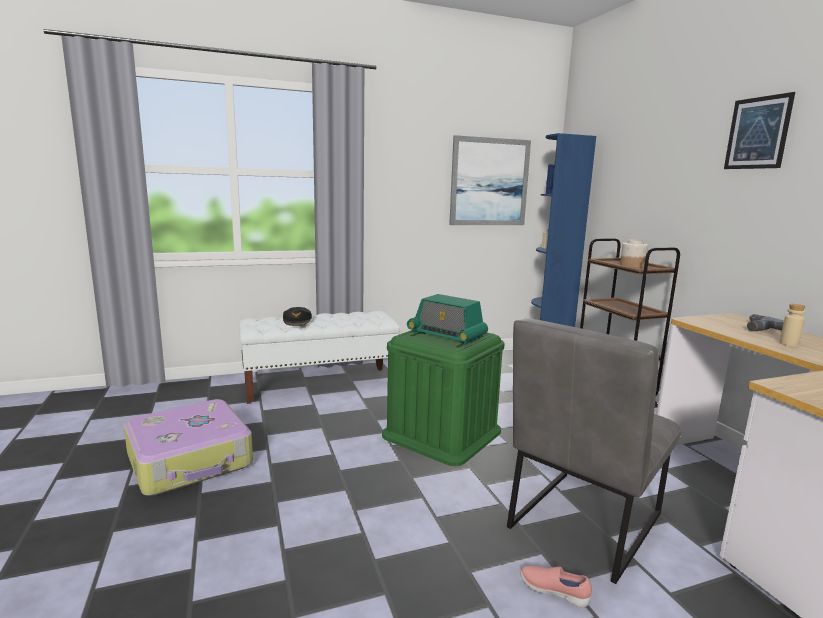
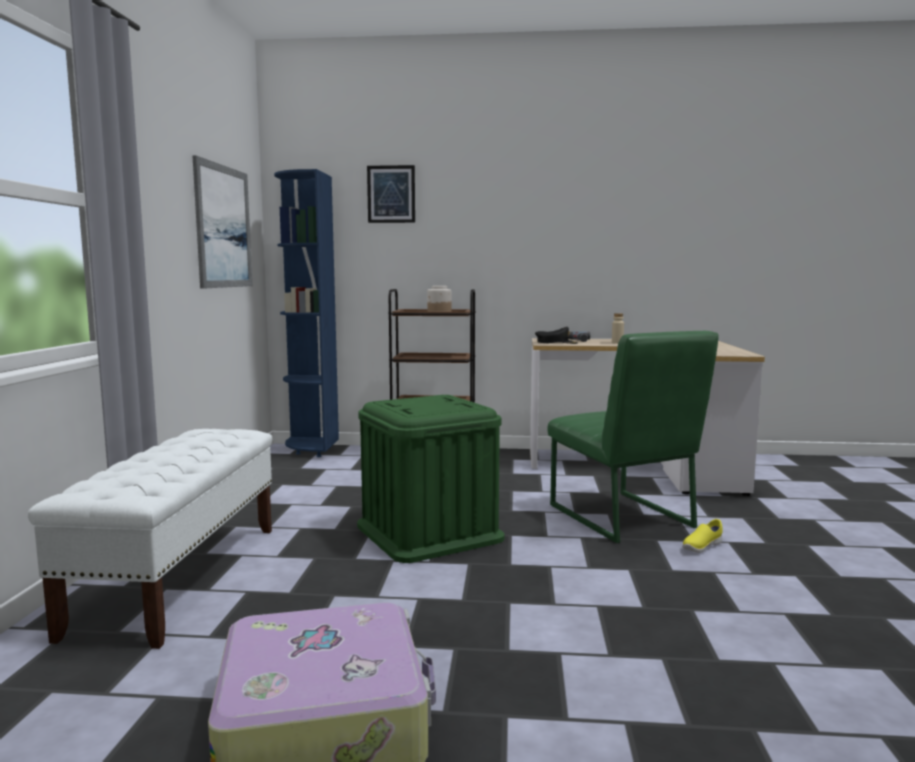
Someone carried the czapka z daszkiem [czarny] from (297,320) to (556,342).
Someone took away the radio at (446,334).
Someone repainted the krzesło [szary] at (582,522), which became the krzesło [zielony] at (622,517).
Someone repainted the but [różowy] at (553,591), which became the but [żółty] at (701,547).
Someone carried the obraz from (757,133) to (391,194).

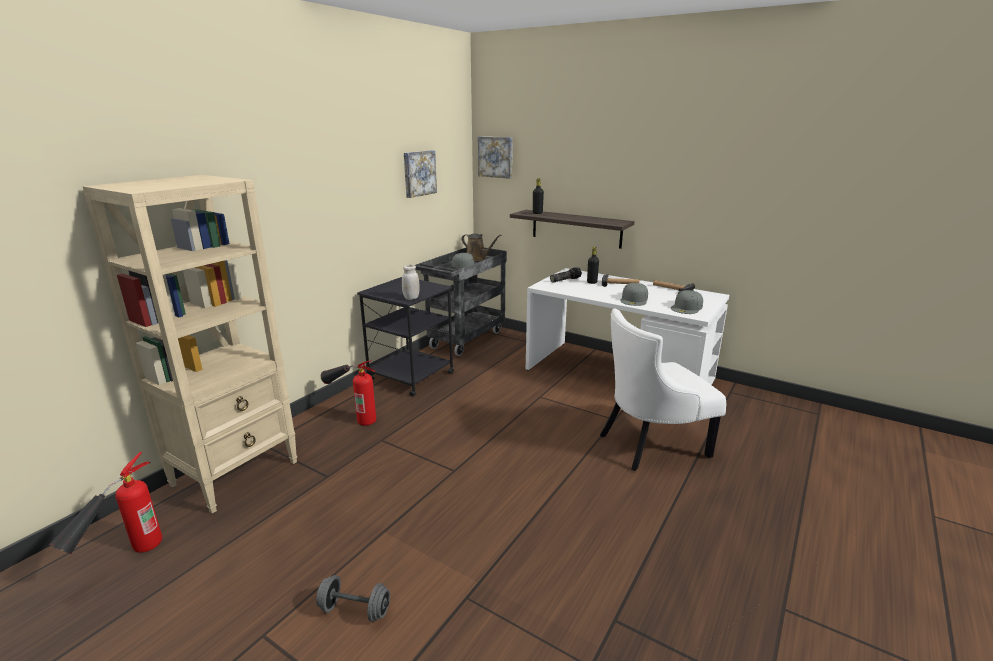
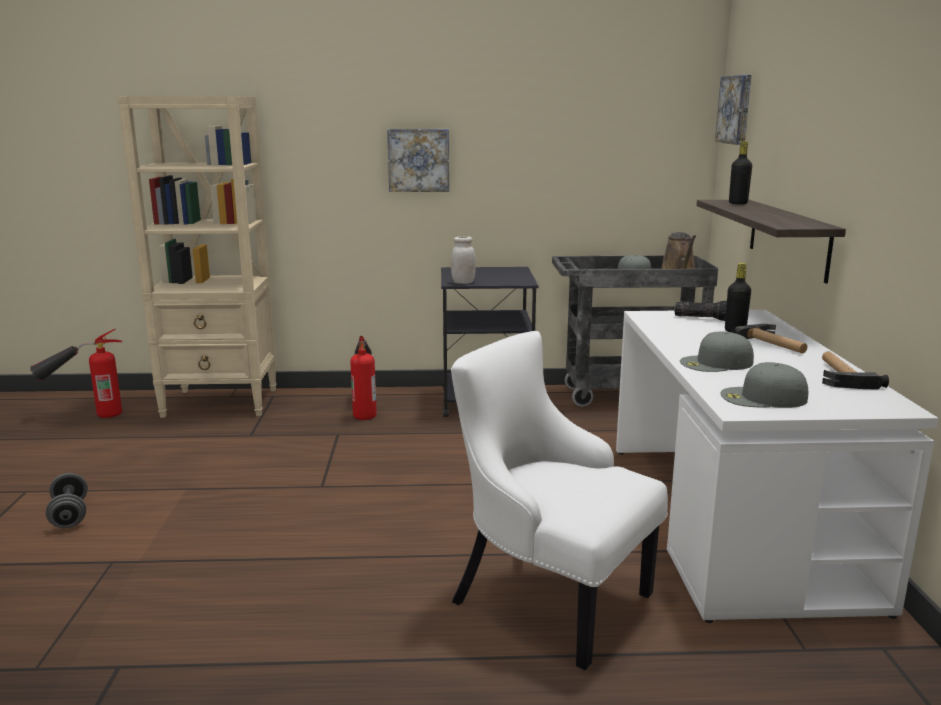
Someone carried the obraz from (418,173) to (418,160).

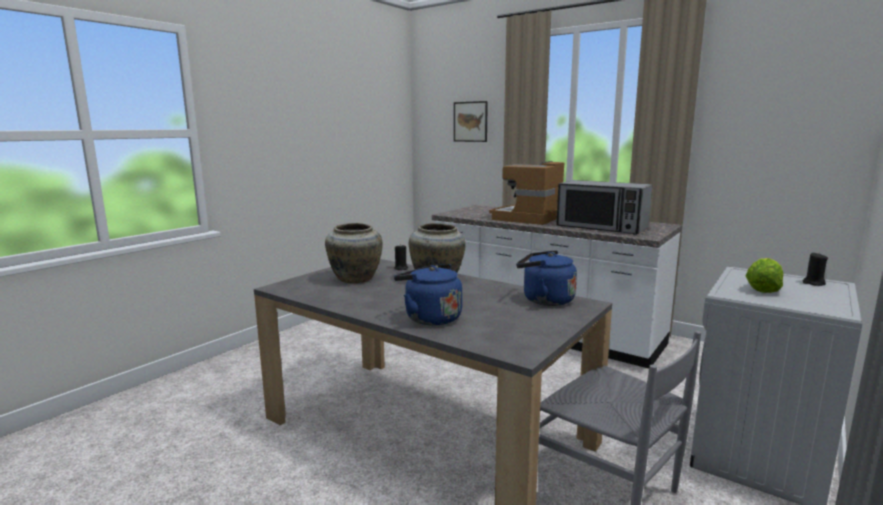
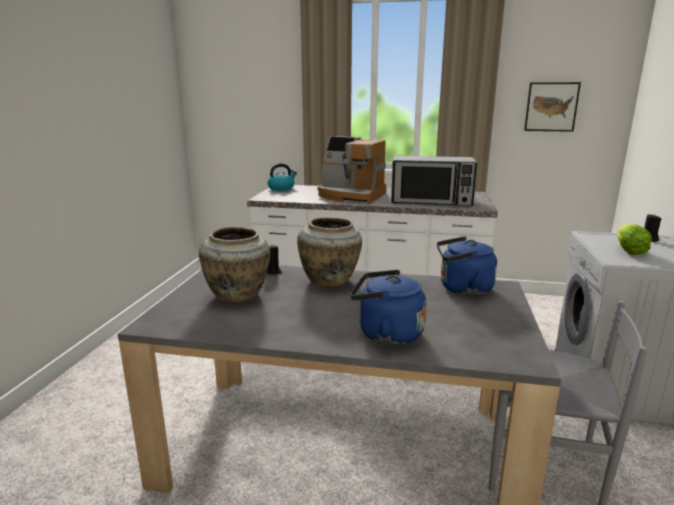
Someone carried the obraz from (470,121) to (551,107).
Someone rotated the ekspres do kawy at (528,218) by 75 degrees counterclockwise.
Someone put down the czajnik at (281,188).

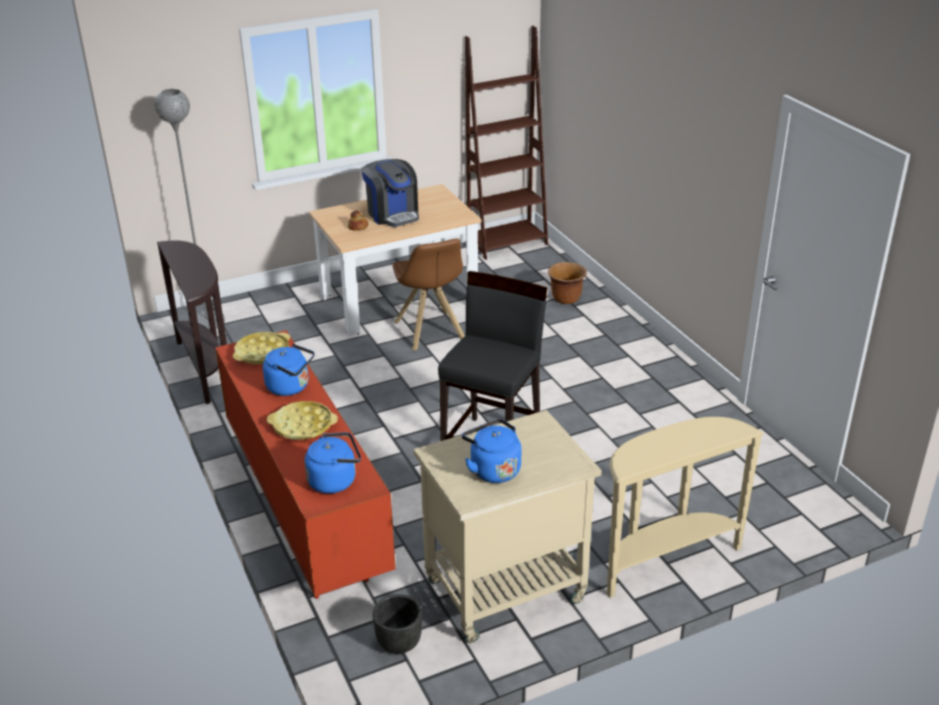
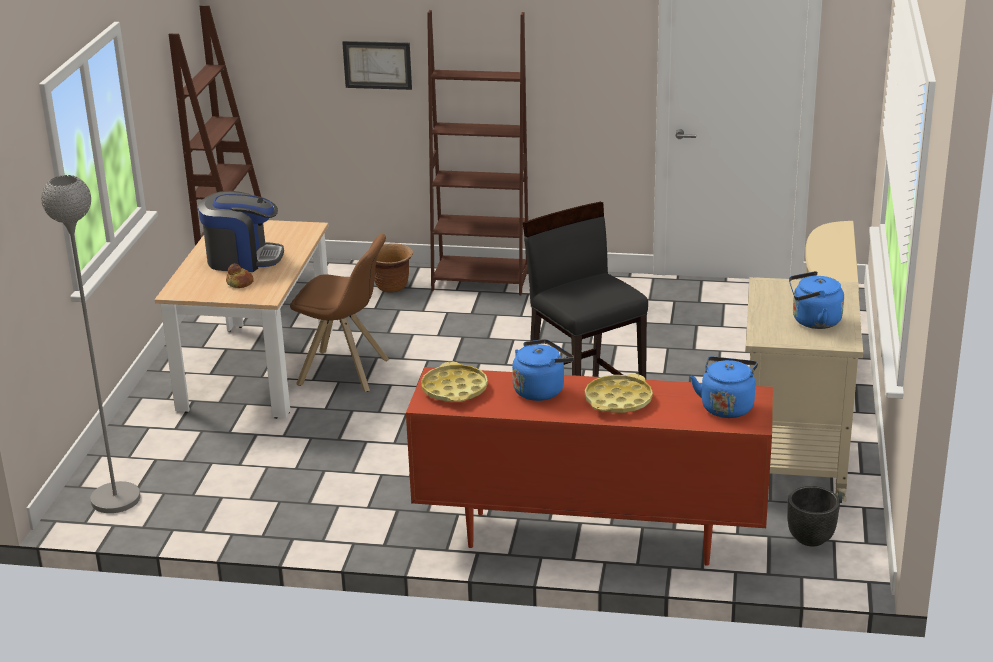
Someone took away the stolik konsolowy [brązowy] at (206,368).
Someone put up the obraz at (377,65).
Someone put down the regał [brązowy] at (480,280).

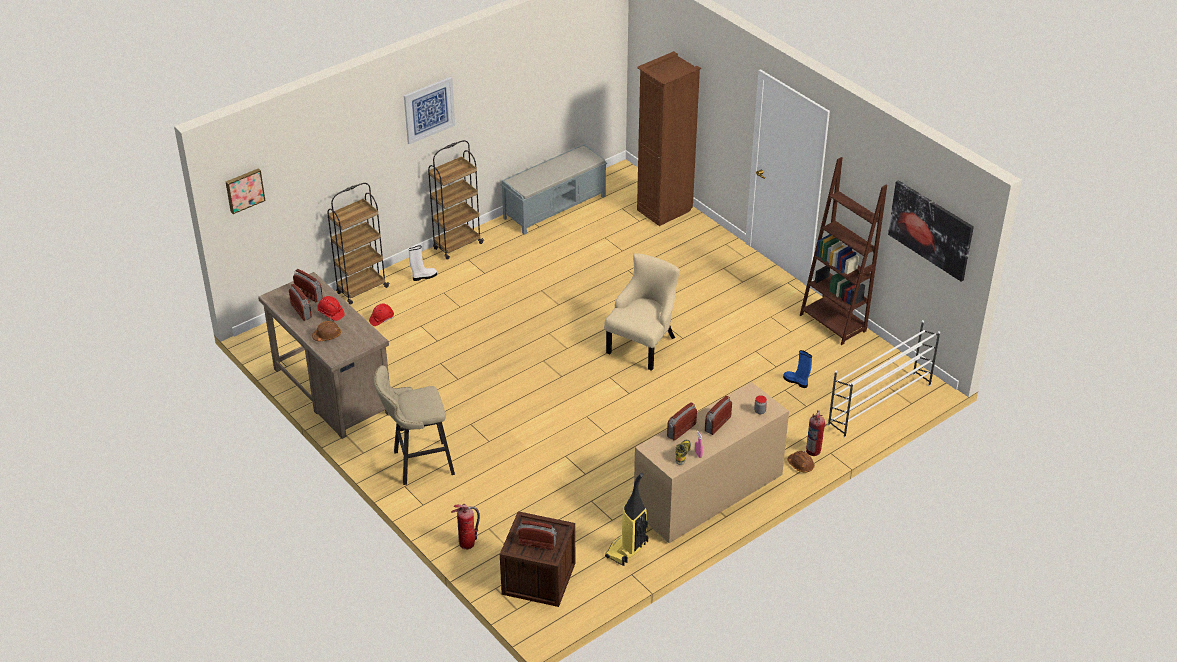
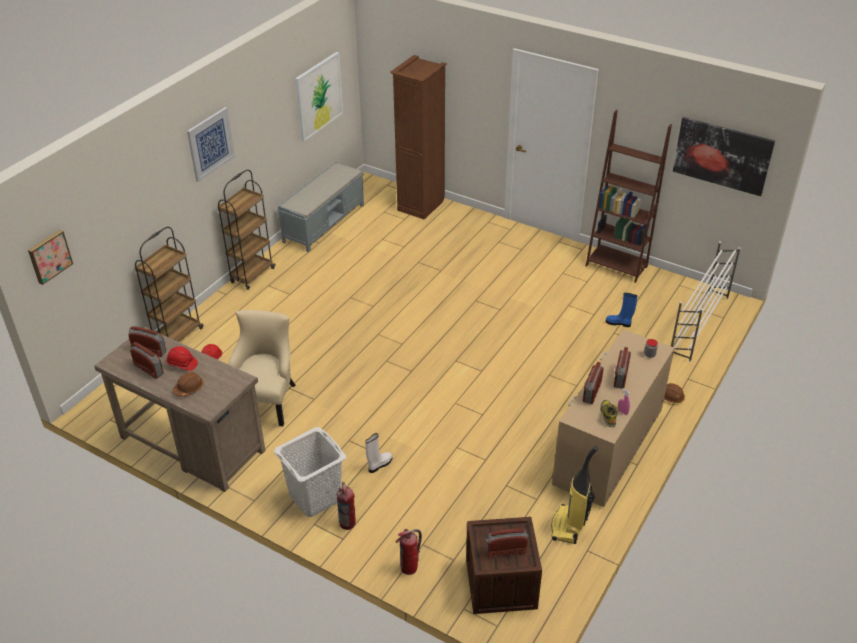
Someone swapped the stołek [beżowy] at (416,464) for the kosz na pranie [biały] at (314,497).
Someone carried the but z cholewką [biały] from (424,276) to (379,465).
Someone carried the krzesło [beżowy] from (642,347) to (265,403).
Someone carried the gaśnica from (813,450) to (347,523).
Someone put up the obraz at (318,96).

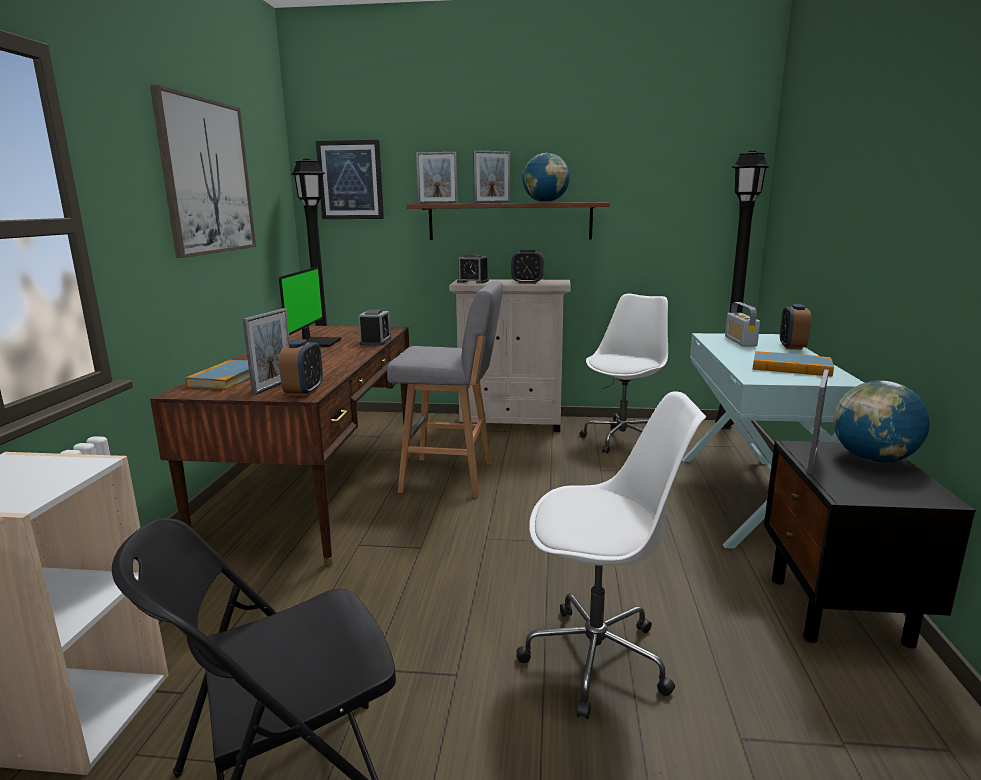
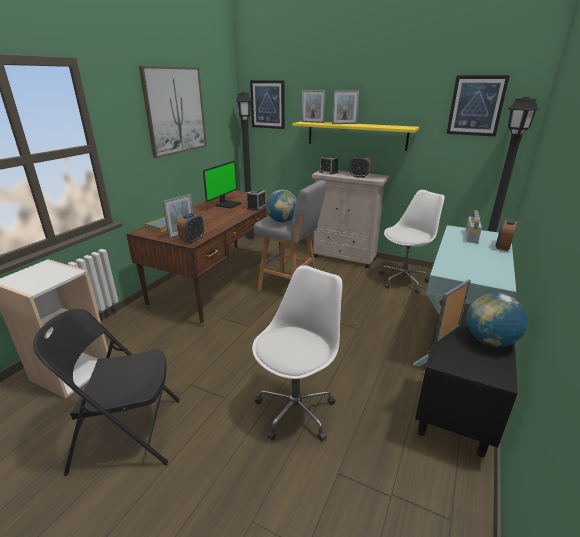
Someone repainted the półka [brązowy] at (509,221), which became the półka [żółty] at (356,135).
Someone rotated the krzesło biurowe [biały] at (600,659) by 75 degrees counterclockwise.
Someone carried the globus from (545,202) to (282,221).
Someone took away the książka at (791,367).
Someone put up the obraz at (476,106).

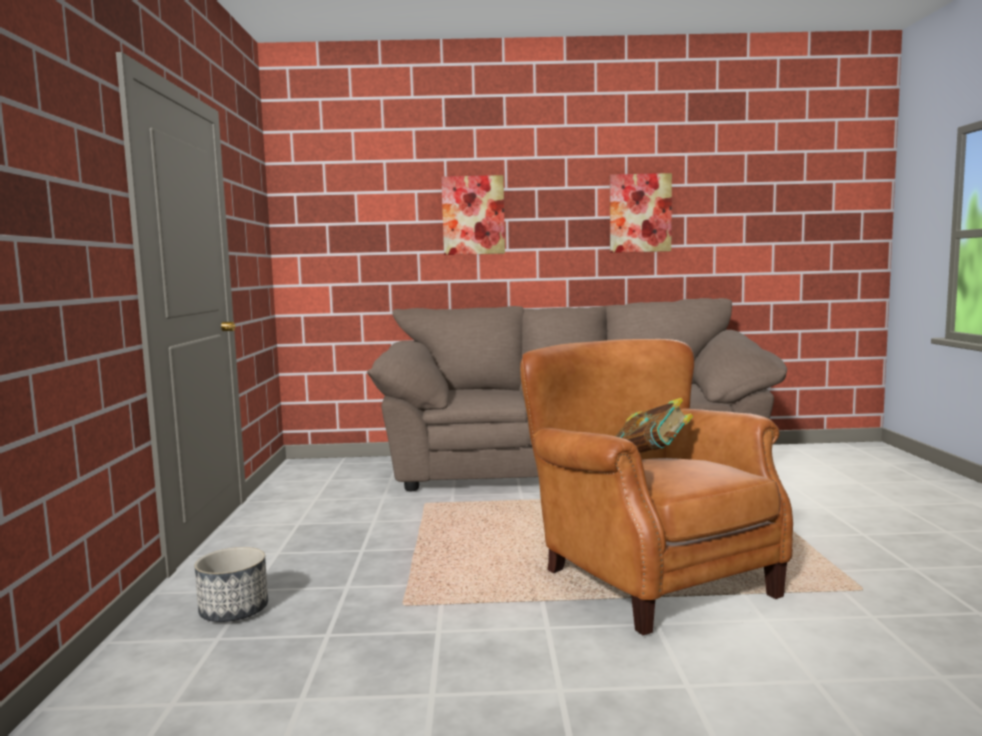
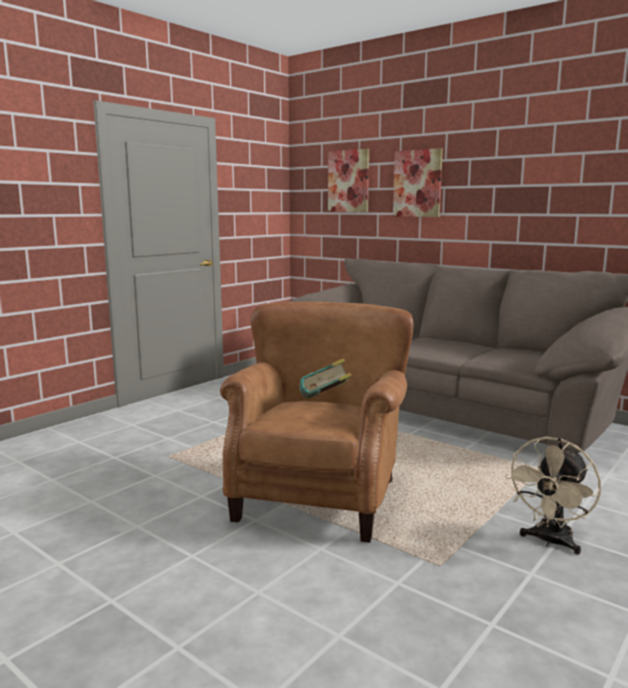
Someone took away the donica at (233,611).
Someone carried the obraz from (640,213) to (348,181).
Someone put down the wentylator [beżowy] at (550,541).

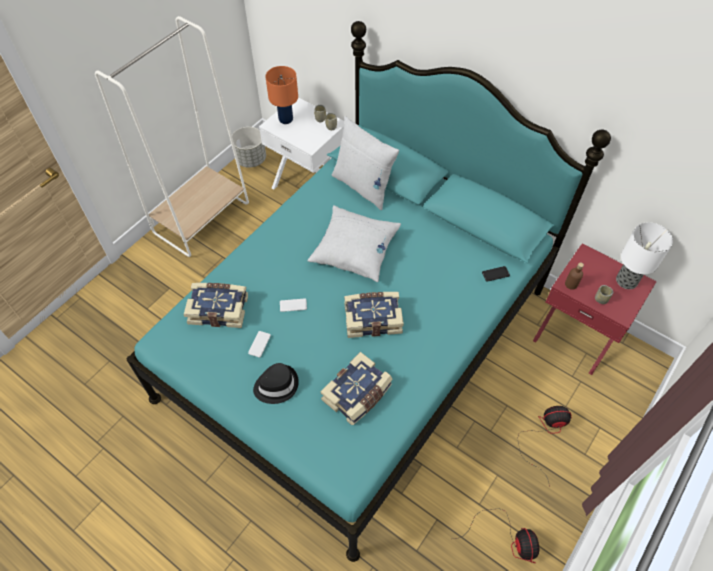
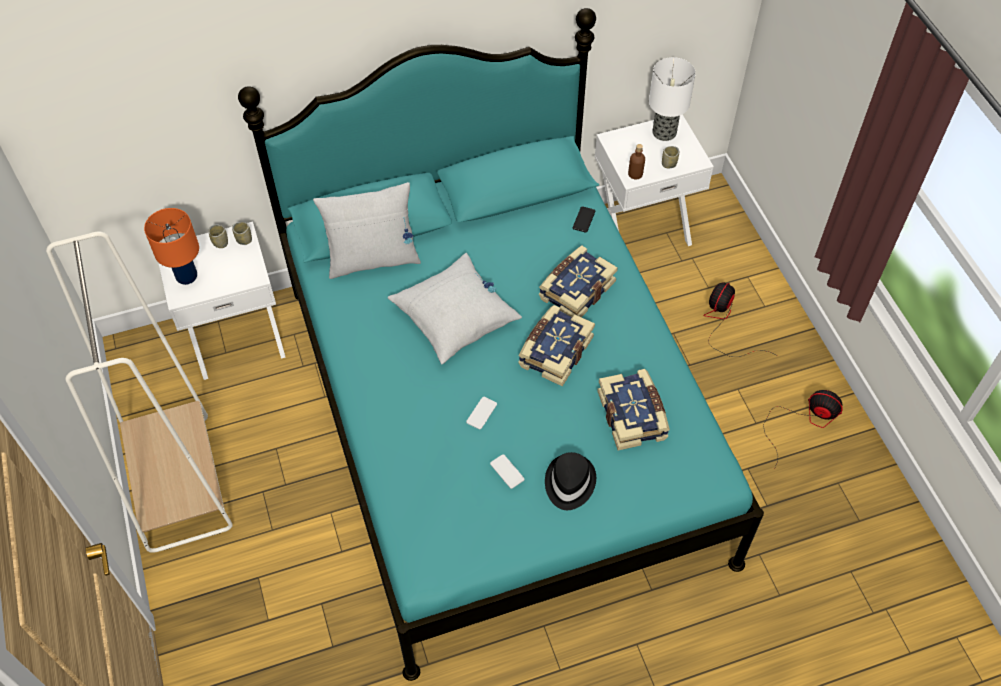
Someone carried the książka from (219,309) to (575,290).
Someone took away the donica [szary] at (251,159).
Someone repainted the szafka nocna [czerwony] at (575,335), which became the szafka nocna [biały] at (641,227).

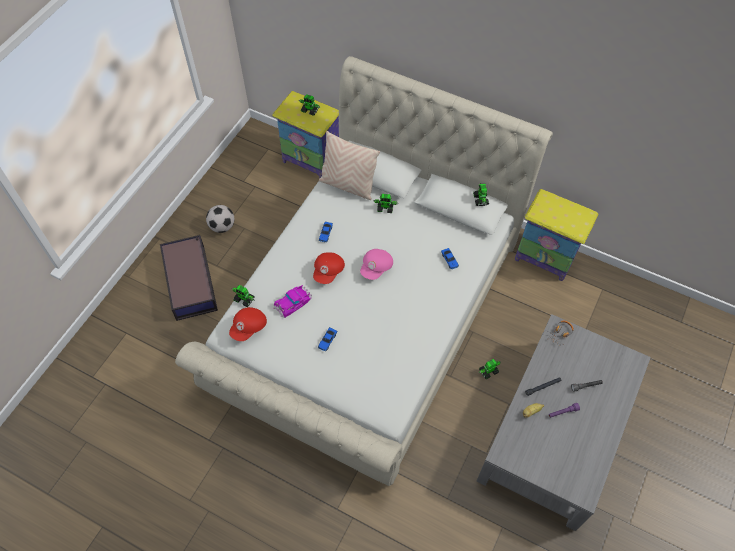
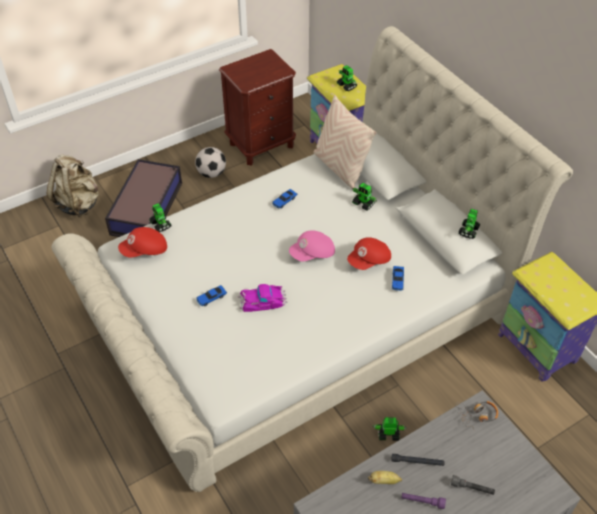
Someone carried the samochodzik from (292,302) to (262,300).
Someone carried the czapka z daszkiem [czerwony] from (329,271) to (369,261).
Someone put down the plecak [beżowy] at (78,203).
Someone put down the szafka nocna [brązowy] at (261,145).

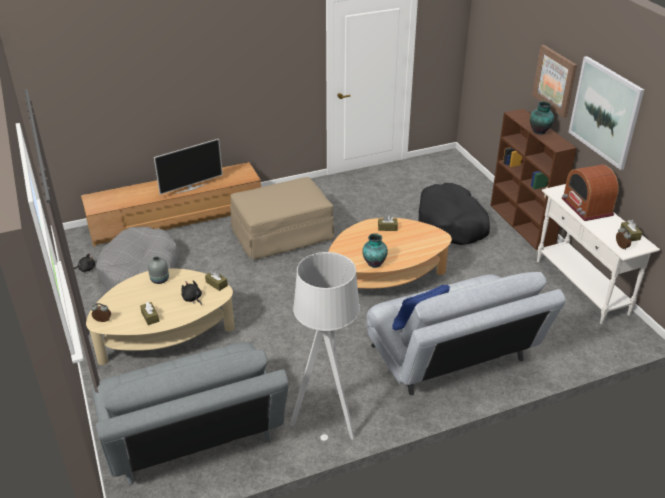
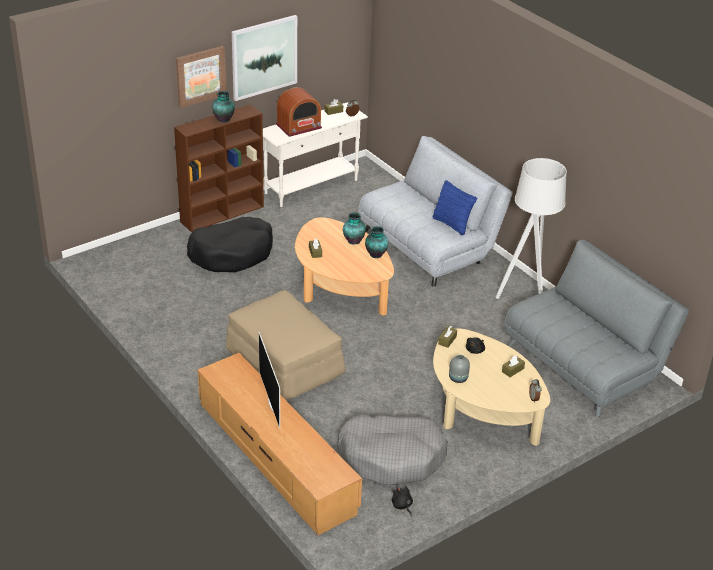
Someone rotated the telewizor at (191,188) by 150 degrees counterclockwise.
Someone put down the wazon at (353,241).

